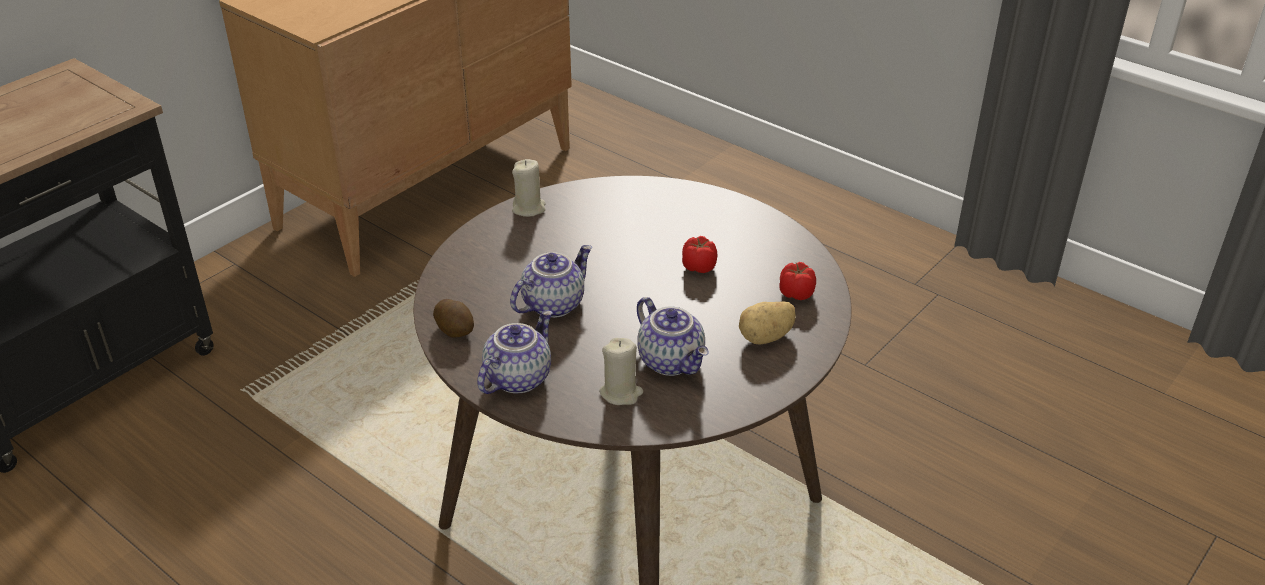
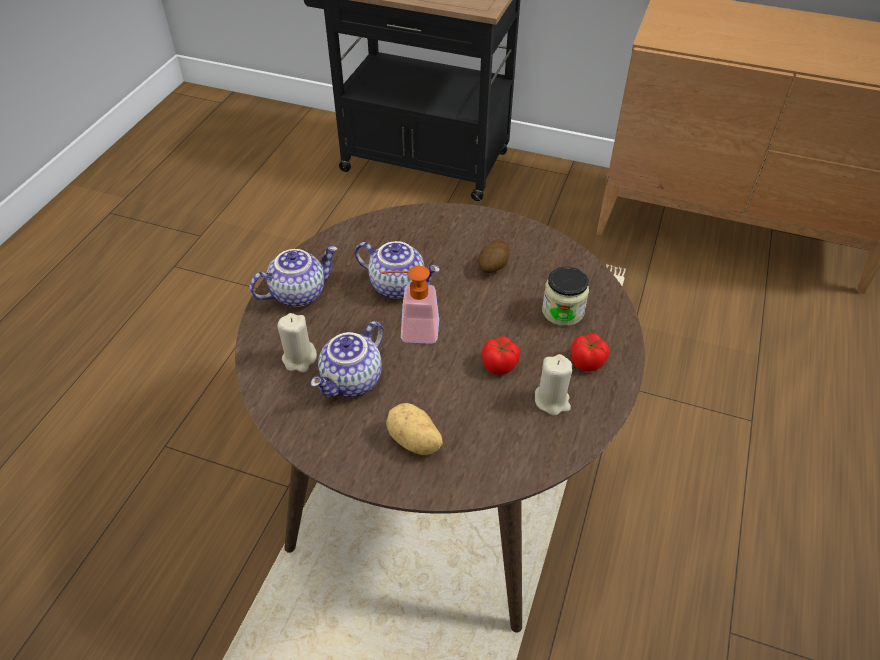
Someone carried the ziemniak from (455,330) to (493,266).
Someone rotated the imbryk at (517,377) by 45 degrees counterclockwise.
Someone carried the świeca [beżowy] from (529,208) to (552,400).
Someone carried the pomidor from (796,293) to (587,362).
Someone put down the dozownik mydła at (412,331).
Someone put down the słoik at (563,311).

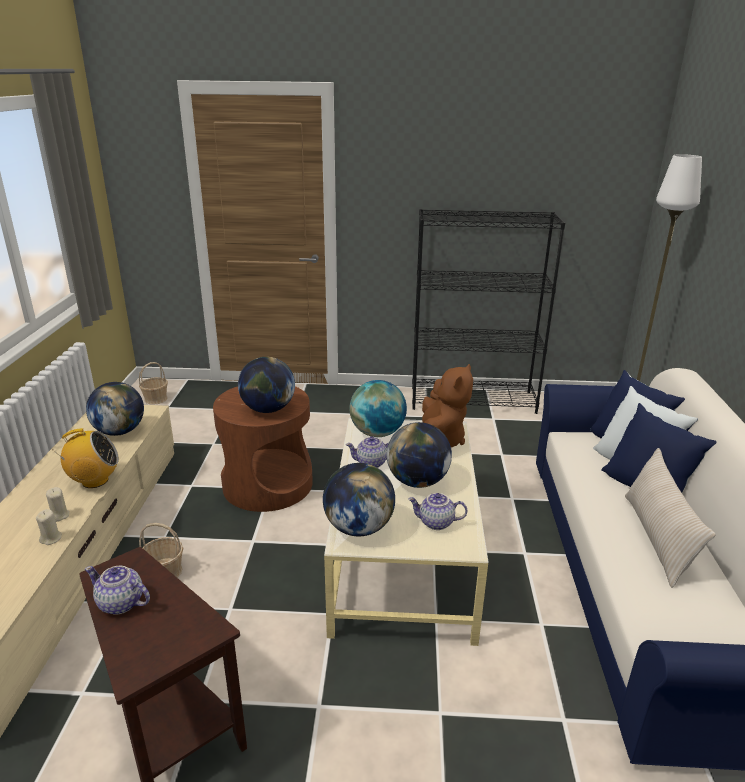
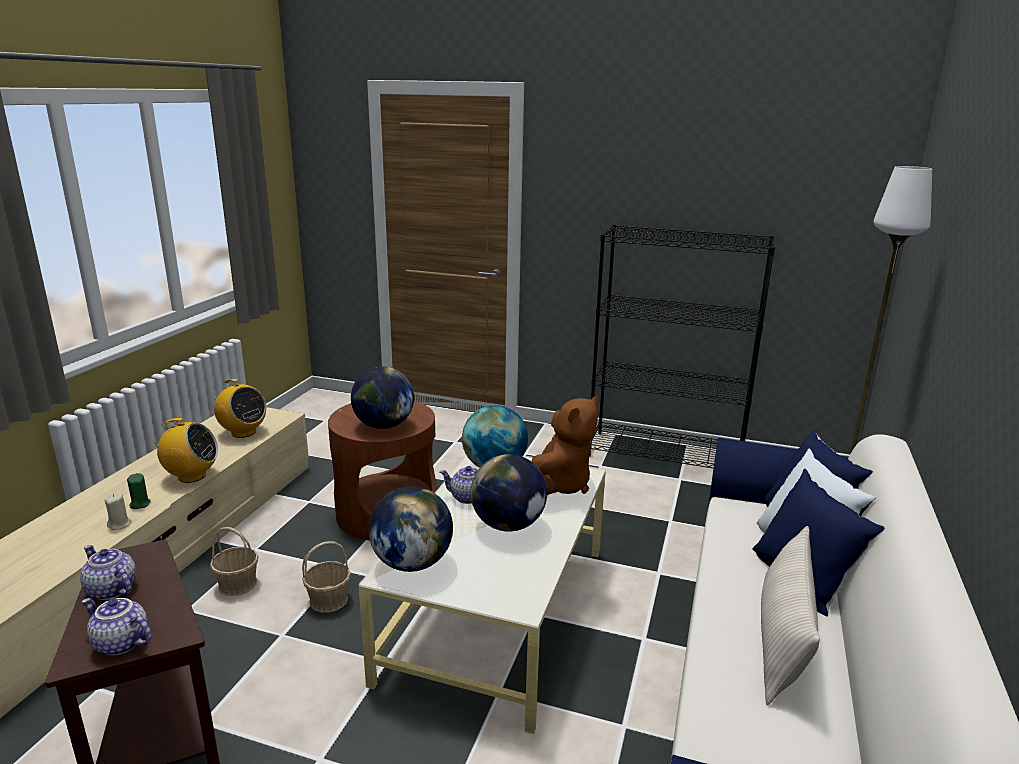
Someone repainted the świeca [beżowy] at (59,516), which became the świeca [zielony] at (140,504).
Someone swapped the globus at (119,431) for the radio at (243,432).
Someone carried the koszyk from (156,399) to (329,600).
Someone carried the imbryk from (436,523) to (119,643).

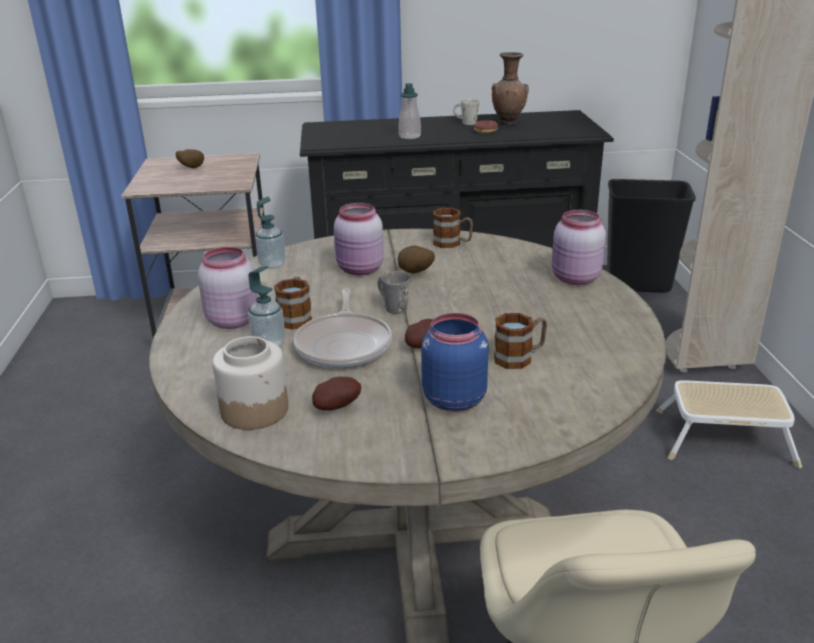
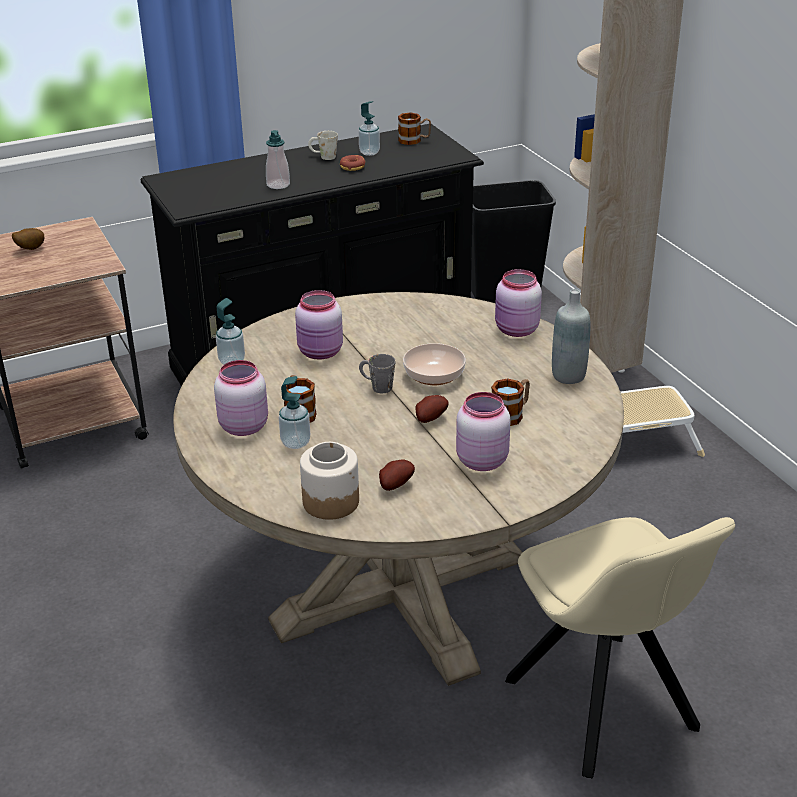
Someone took away the patelnia at (344,344).
Someone took away the ziemniak at (415,273).
Someone repainted the słoik [niebieski] at (452,399), which became the słoik [różowy] at (480,460).
Someone carried the kubek from (452,243) to (414,140).
Someone swapped the wazon [brązowy] at (508,123) for the dozownik mydła at (369,152).
Someone put down the miska at (434,375).
Someone put down the butelka [szary] at (568,376).

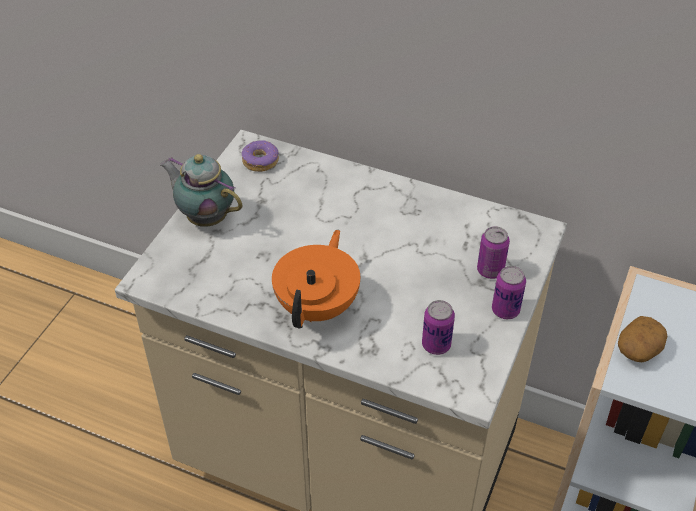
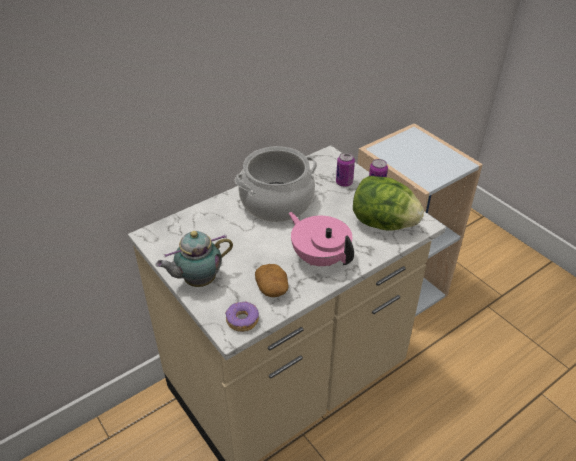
Someone carried the donut from (260,161) to (242,320).
Someone repainted the imbryk [pomarańczowy] at (318,306), which became the imbryk [różowy] at (320,257).
Someone swapped the puszka at (436,345) for the sałata at (383,223).
Someone carried the ziemniak from (639,349) to (272,288).
Someone put down the garnek at (277,203).

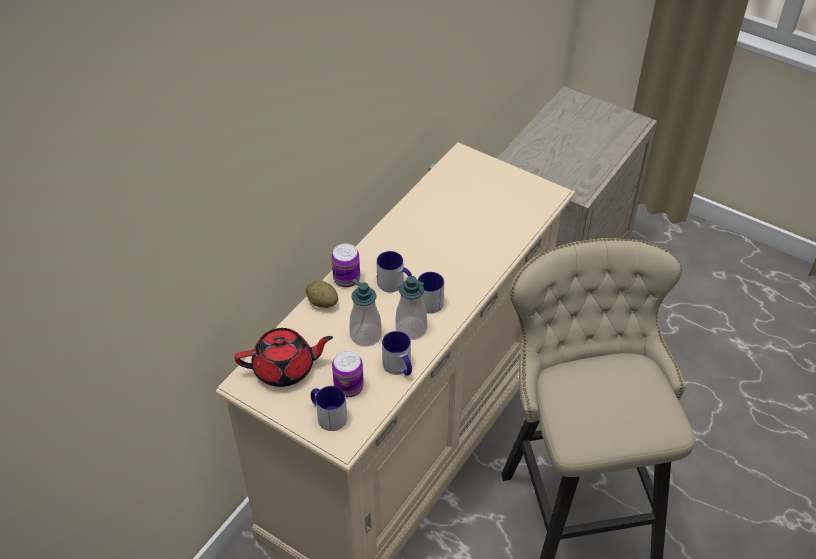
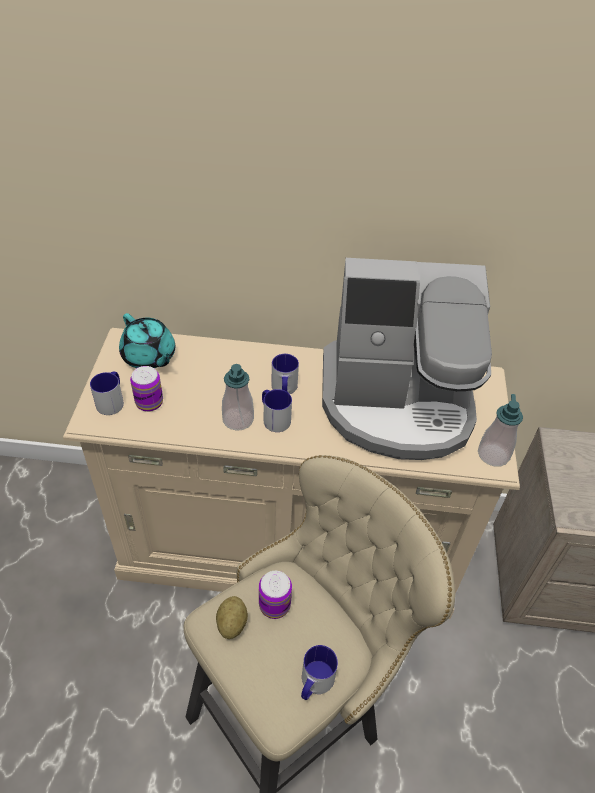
Someone repainted the imbryk [czerwony] at (285,368), which became the imbryk [turkusowy] at (149,357).
Someone carried the ziemniak from (322,302) to (232,623).
Someone carried the puszka from (346,278) to (274,605).
Someone carried the dozownik mydła from (365,335) to (493,455).
Someone carried the kubek from (399,367) to (314,683).
Someone put down the ekspres do kawy at (397,403).

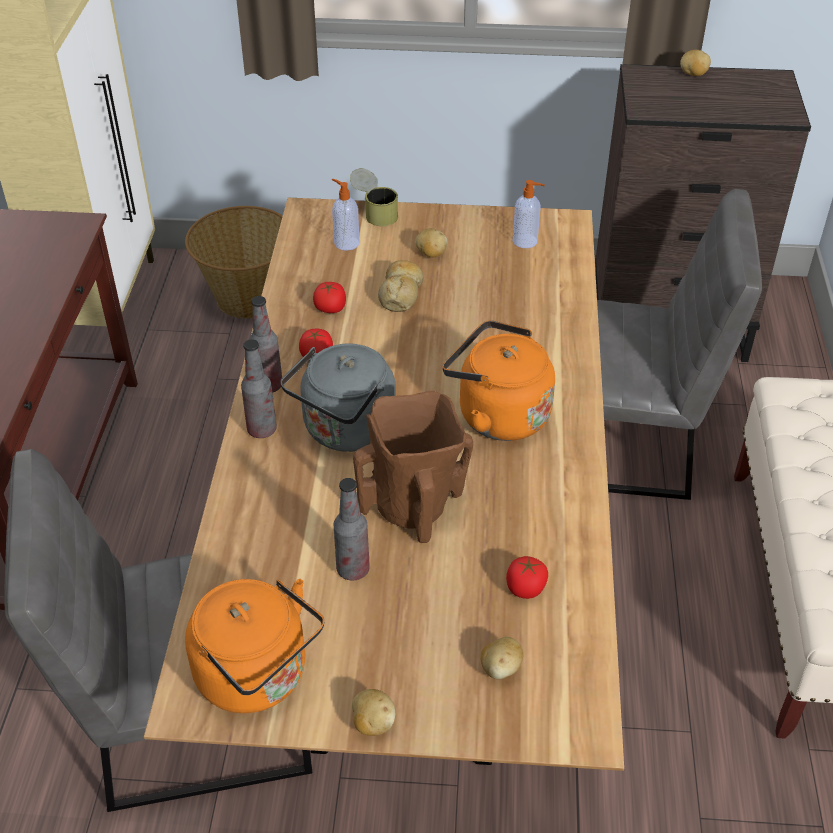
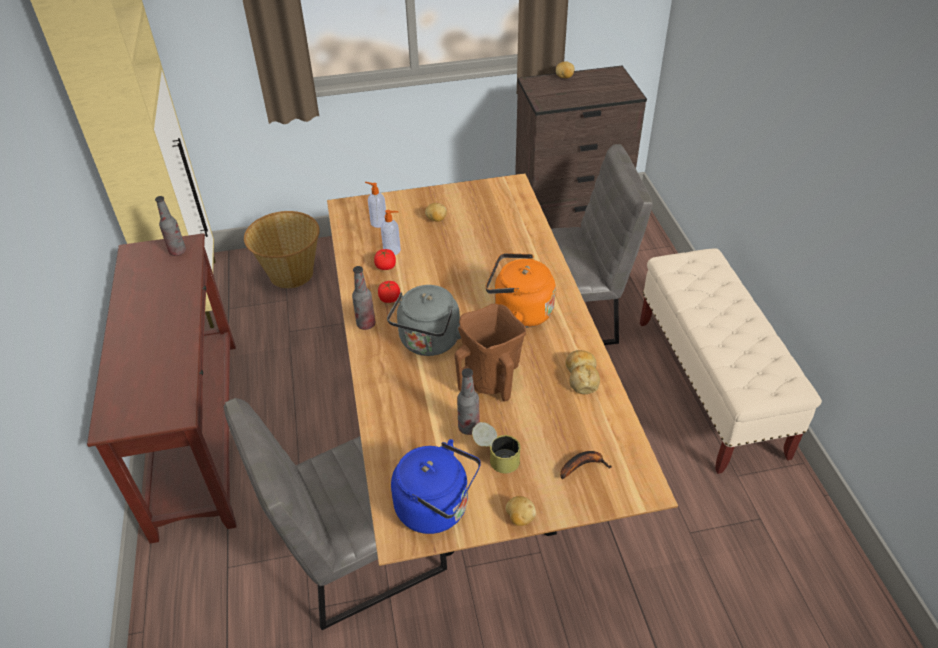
Someone repainted the czajnik [pomarańczowy] at (258,677), which became the czajnik [niebieski] at (437,508).
Someone carried the butelka from (262,430) to (177,251).
Someone carried the puszka from (375,212) to (496,457).
Someone carried the chleb from (401,293) to (581,376).
Someone swapped the ziemniak at (500,668) for the banan at (583,465).
Someone took away the pomidor at (525,588).
Someone carried the dozownik mydła from (526,241) to (392,250).

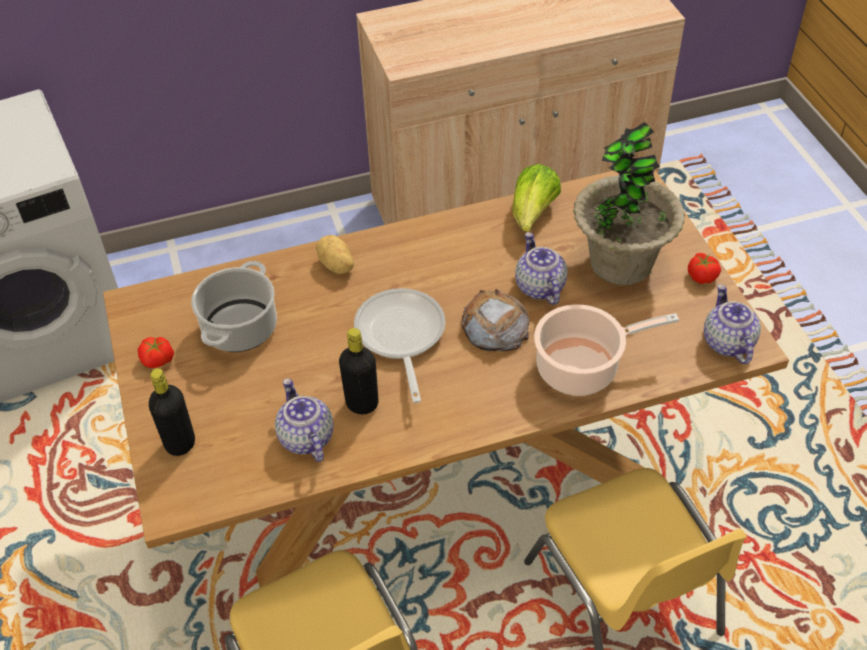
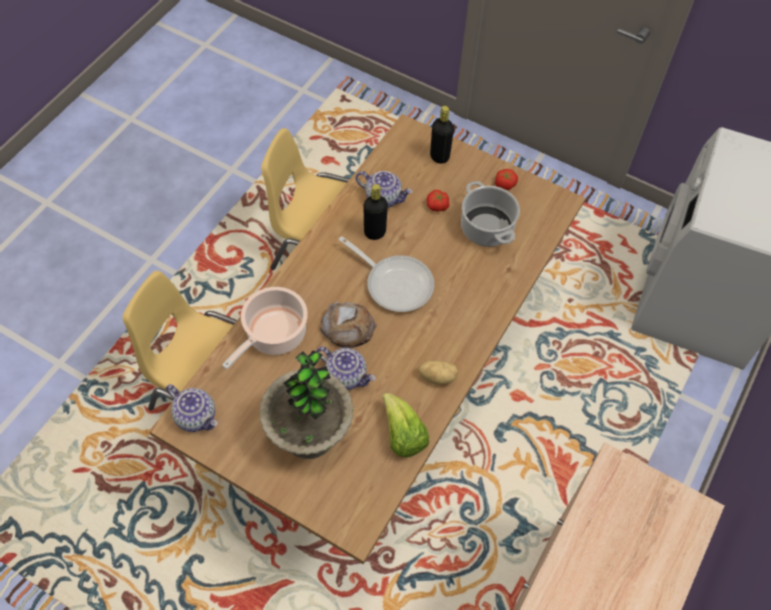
Someone carried the ziemniak from (336,266) to (437,376).
Someone carried the pomidor from (702,276) to (437,206).

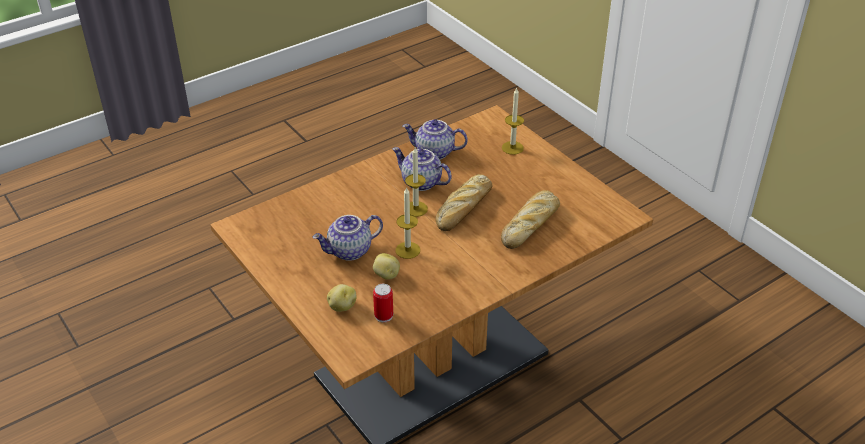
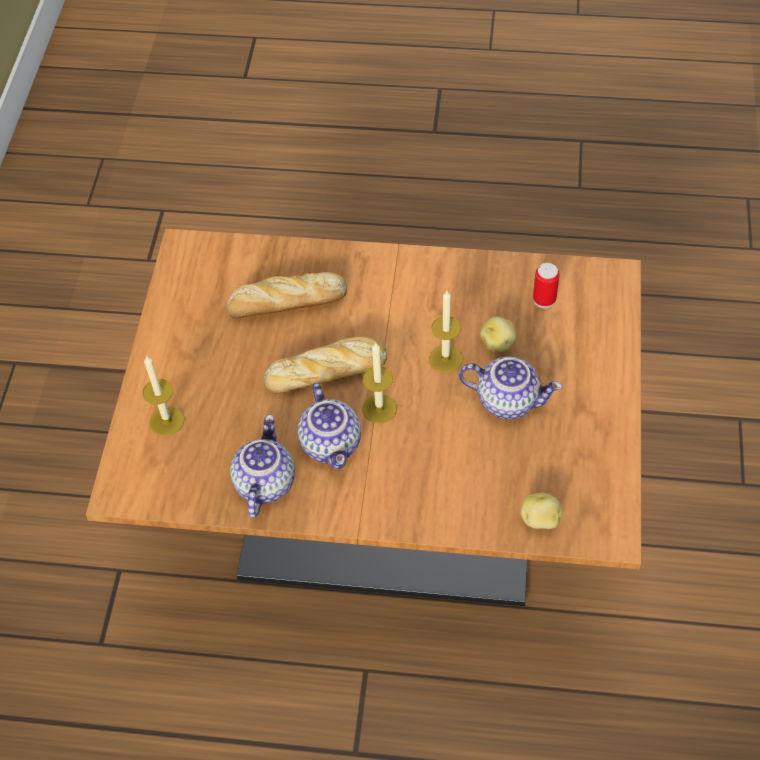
Someone carried the ziemniak from (342,306) to (540,520).
Someone rotated the imbryk at (434,153) by 135 degrees counterclockwise.

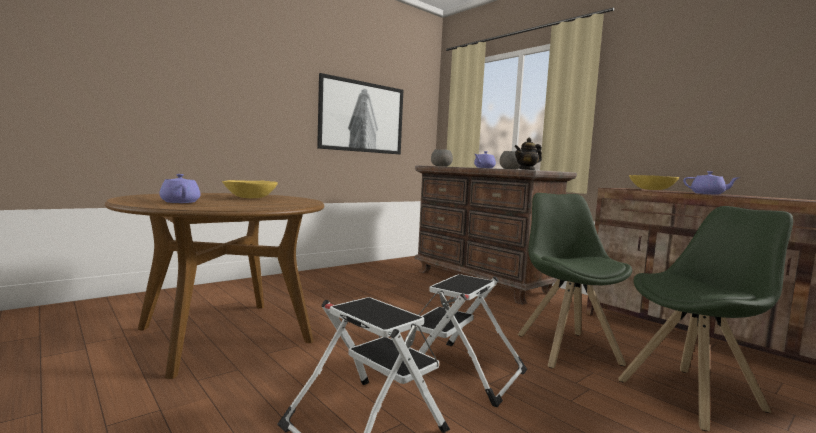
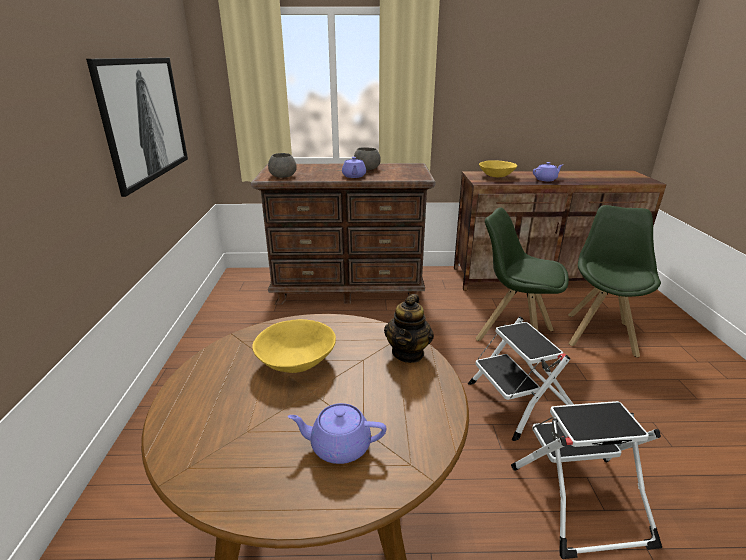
Someone carried the imbryk from (527,169) to (408,353).

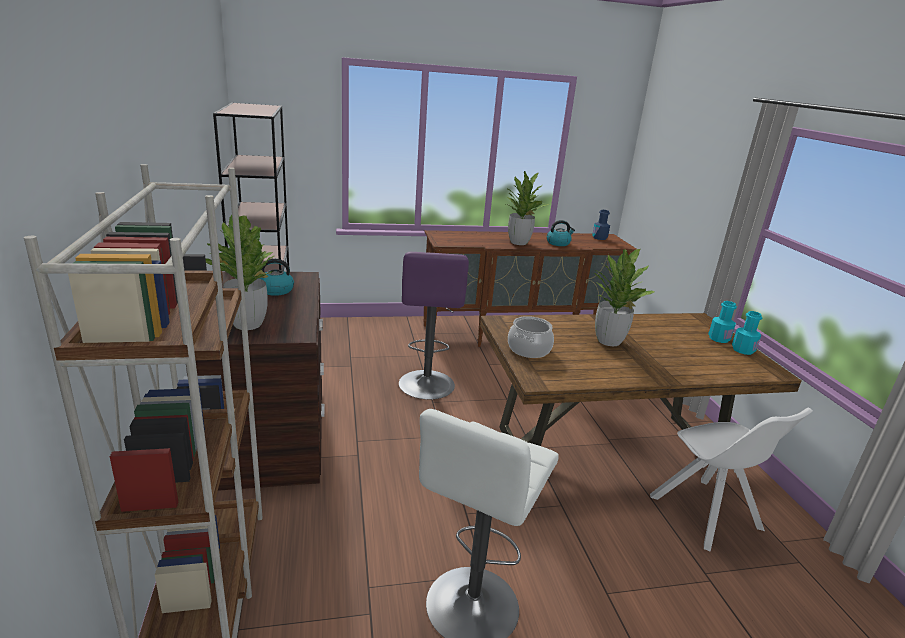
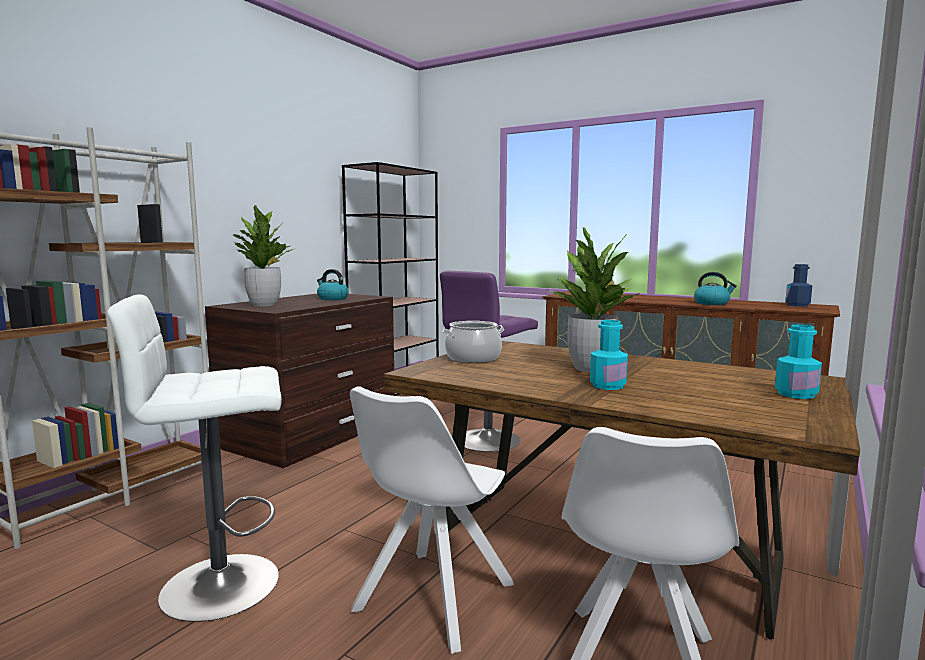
Someone took away the roślina doniczkowa at (518,242).
Someone carried the butelka [turkusowy] from (743,350) to (608,386).
Someone put down the krzesło [biały] at (432,599).

